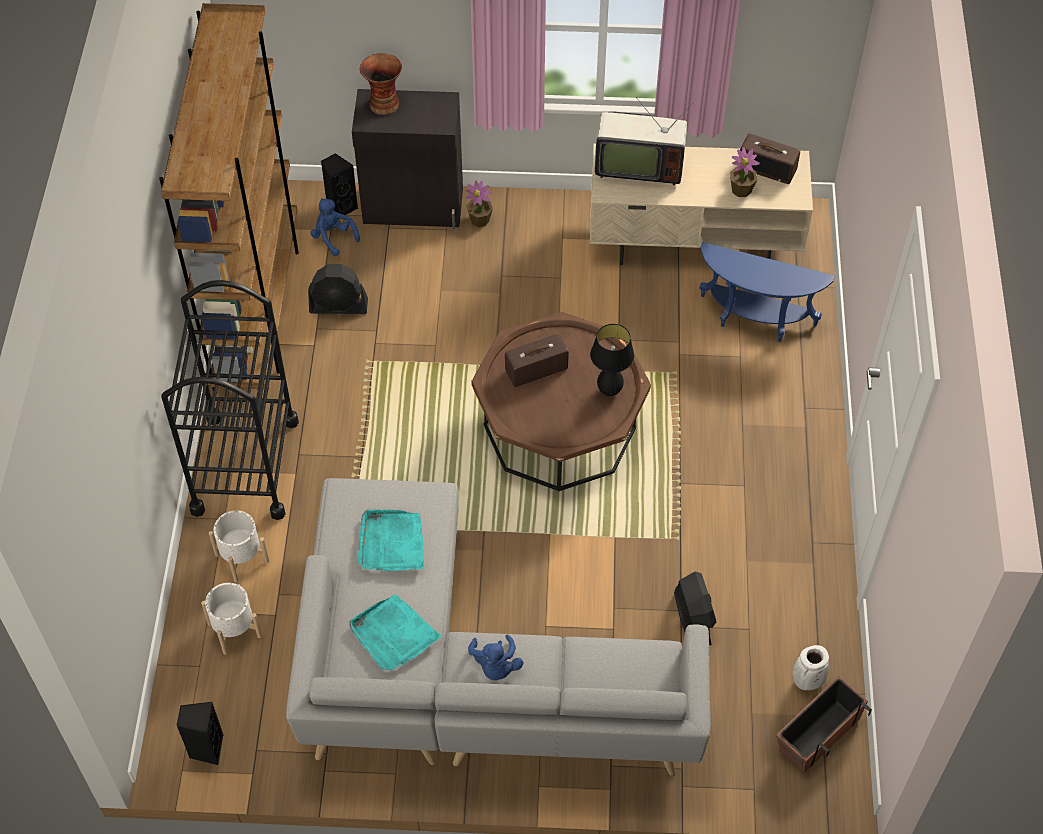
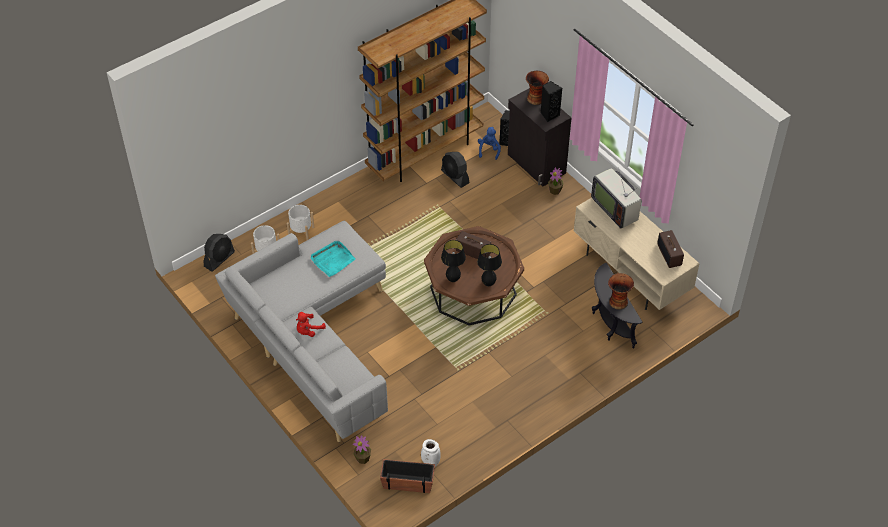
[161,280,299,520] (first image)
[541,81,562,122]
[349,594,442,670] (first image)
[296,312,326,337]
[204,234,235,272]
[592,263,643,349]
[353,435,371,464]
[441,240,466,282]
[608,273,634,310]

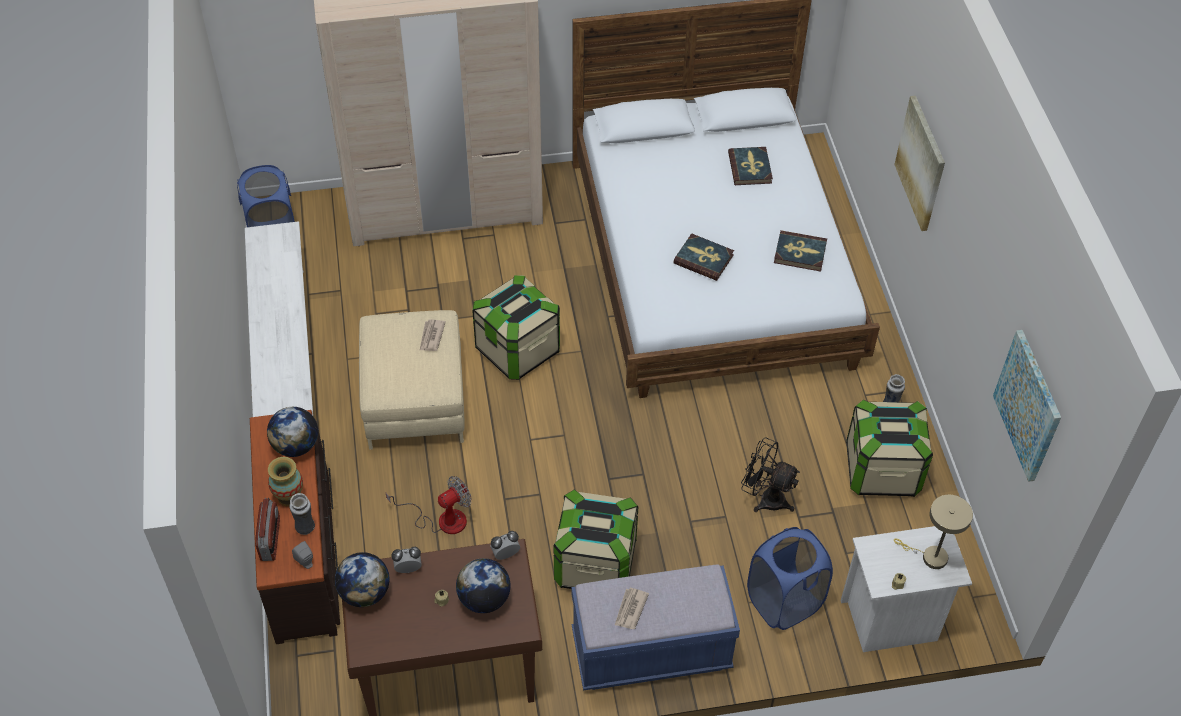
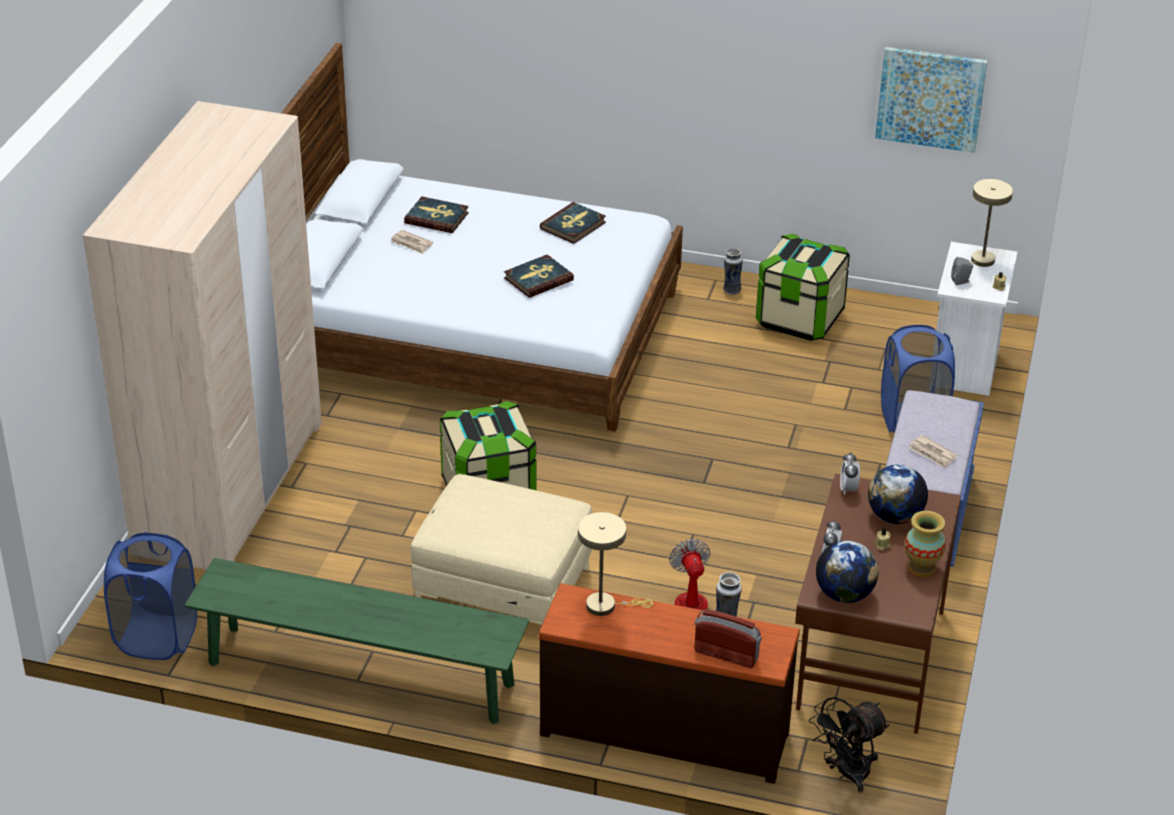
[185,558,529,724]
[578,512,653,616]
[905,511,946,577]
[951,257,973,285]
[390,230,433,254]
[553,489,638,589] (first image)
[809,697,889,793]
[894,96,945,231] (first image)

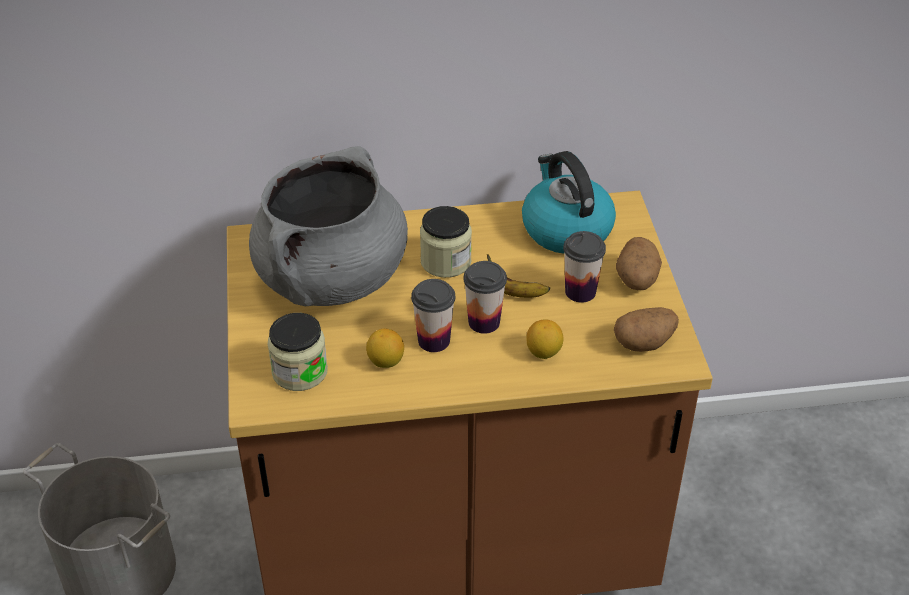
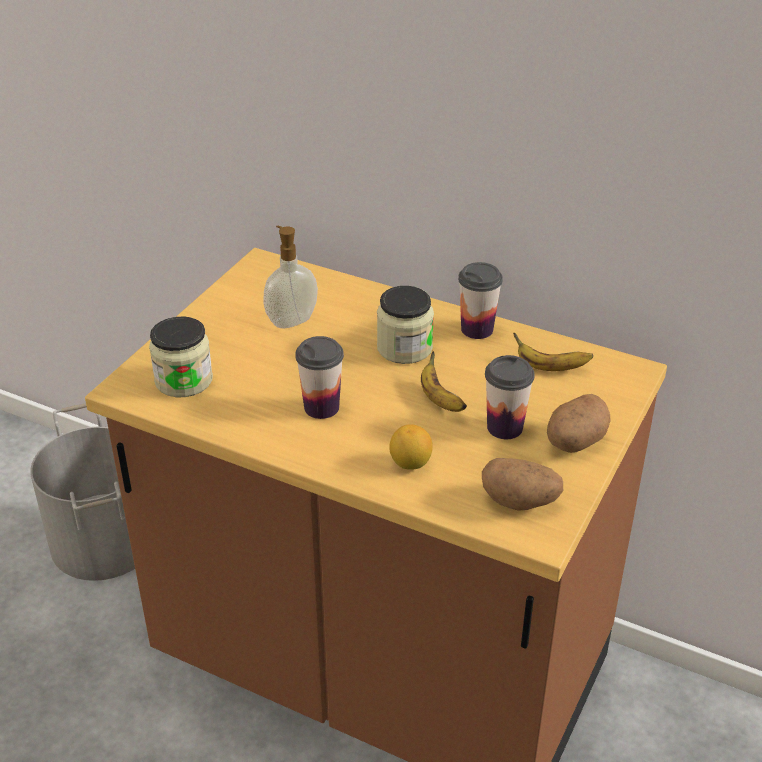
[263,226,318,328]
[366,329,404,368] (first image)
[458,262,503,339]
[513,332,593,371]

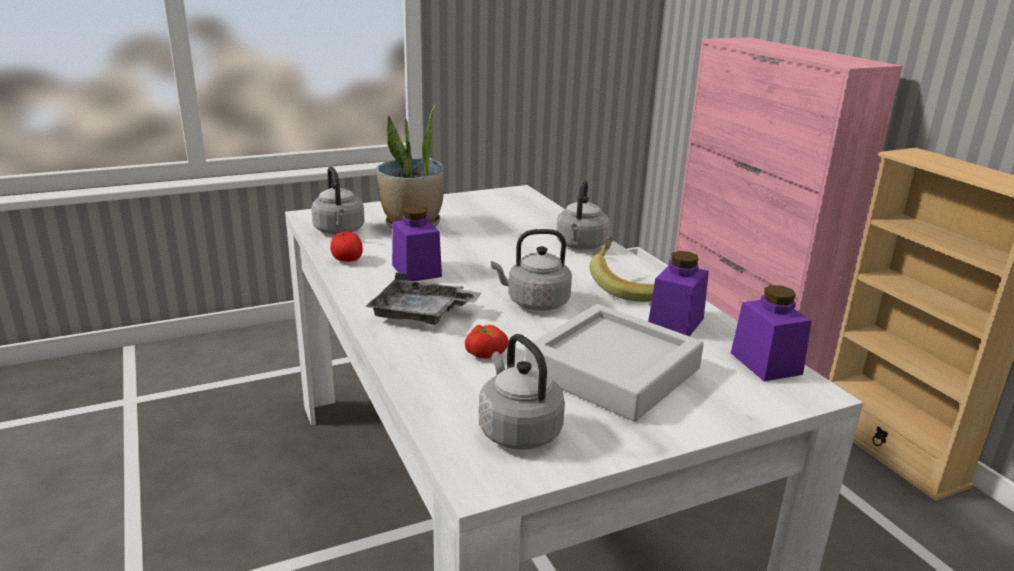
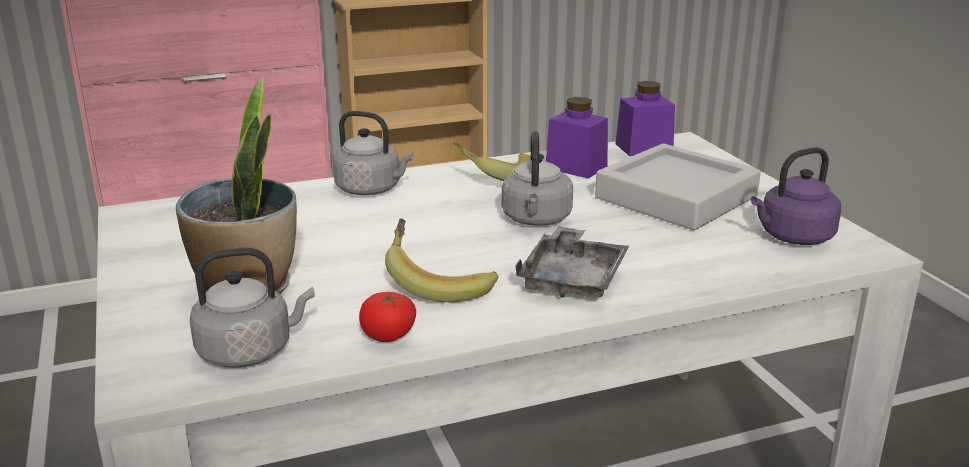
[385,218,498,302]
[465,324,509,359] (first image)
[750,147,841,245]

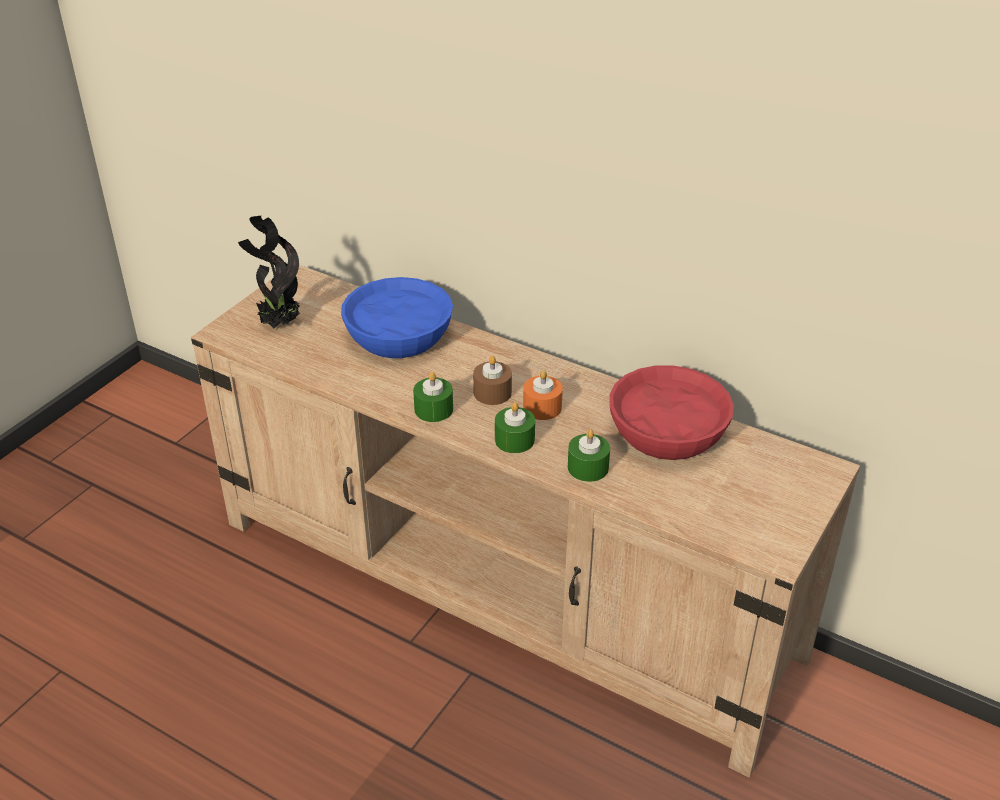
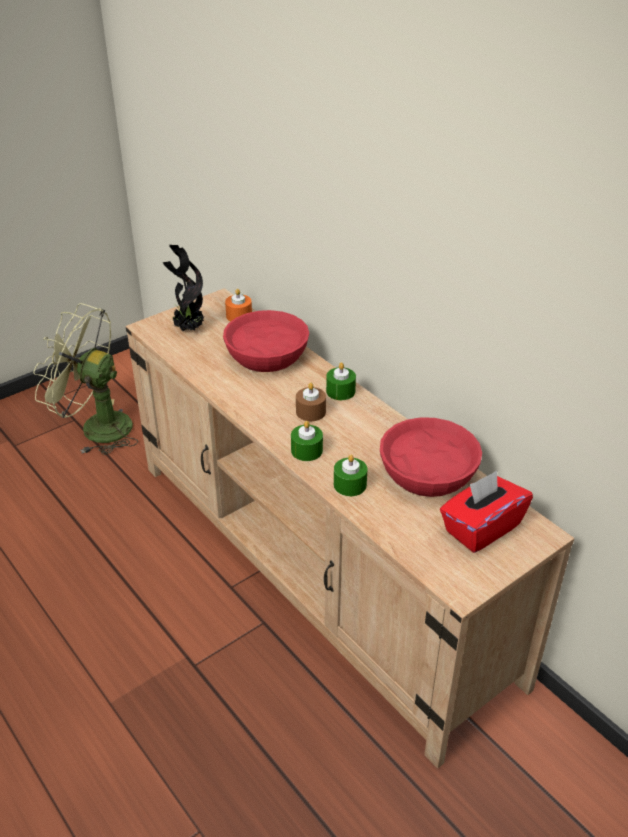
[223,310,309,372]
[326,362,356,400]
[225,289,252,321]
[33,303,138,455]
[440,471,533,553]

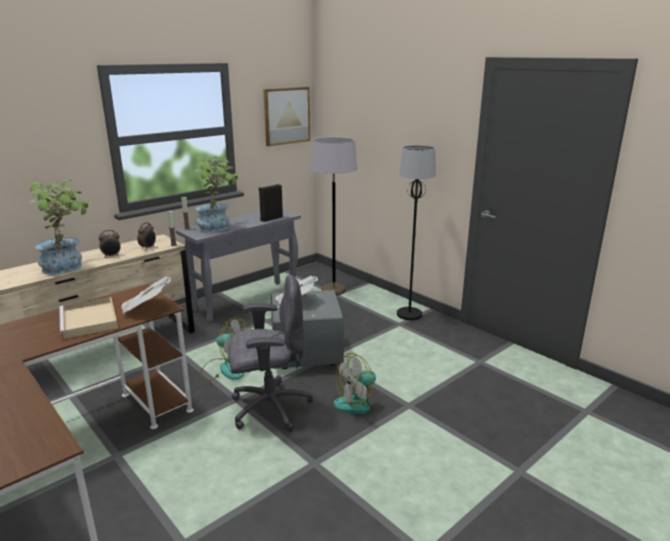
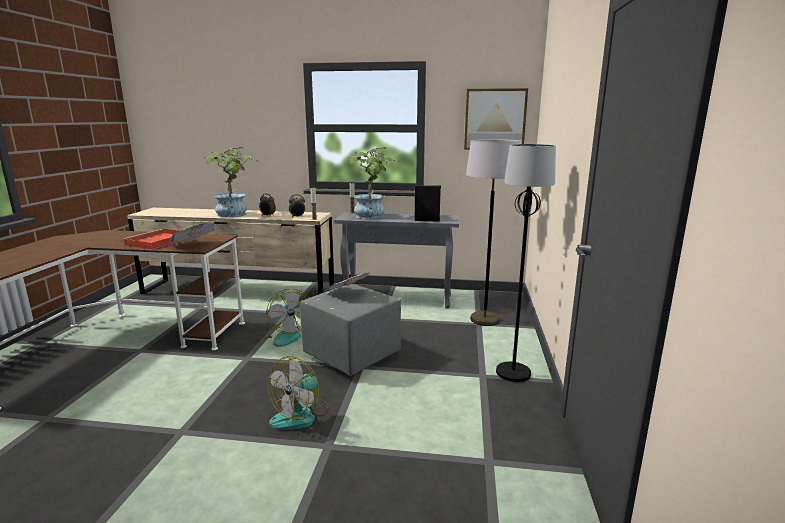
[123,229,179,249]
[229,275,313,432] (first image)
[268,356,329,430]

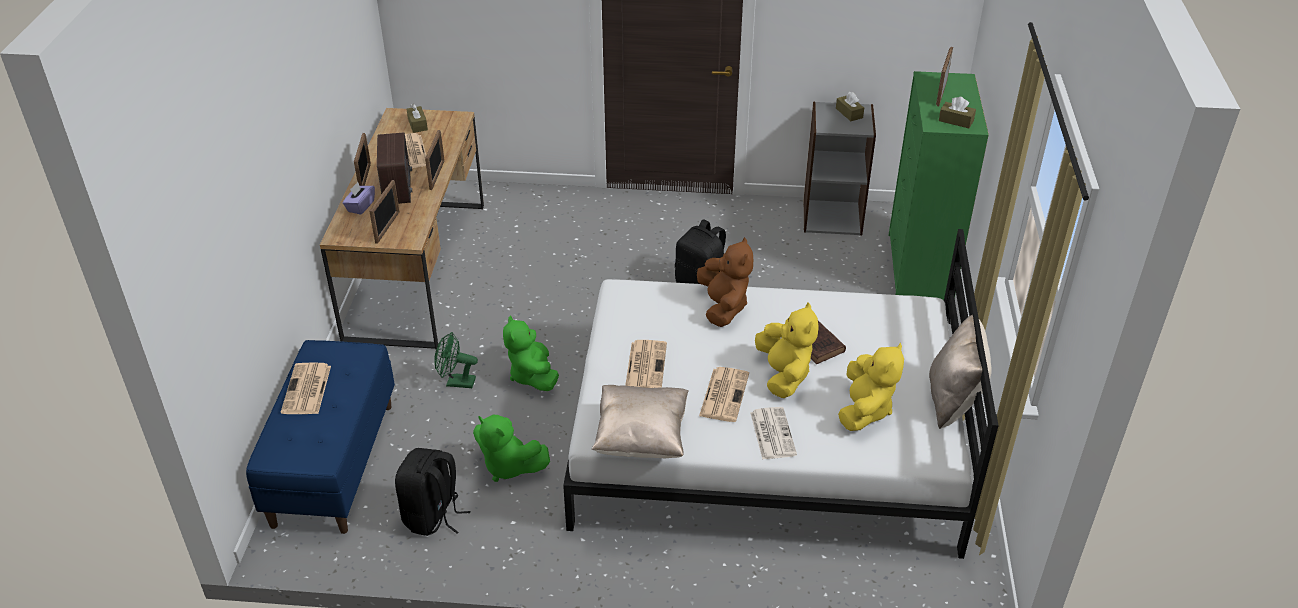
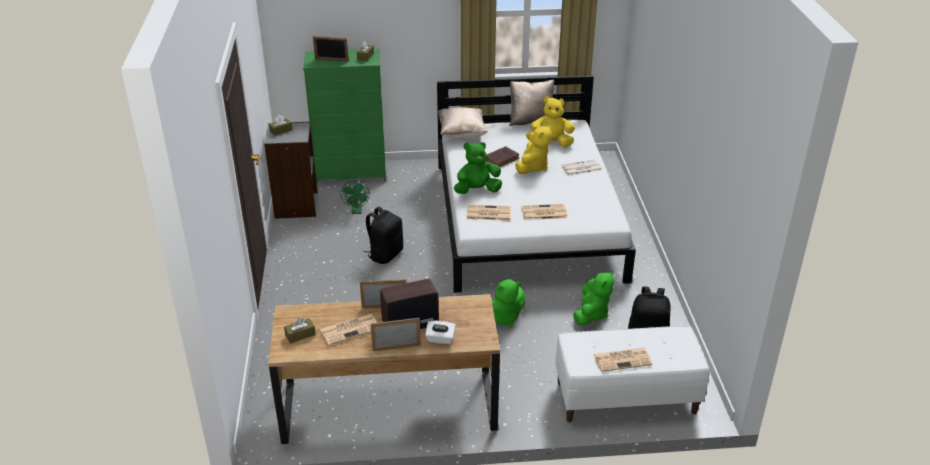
[555,326,709,422]
[425,321,456,344]
[369,180,400,244] (first image)
[340,181,370,214]
[438,107,488,139]
[454,142,502,194]
[466,205,511,221]
[515,125,552,174]

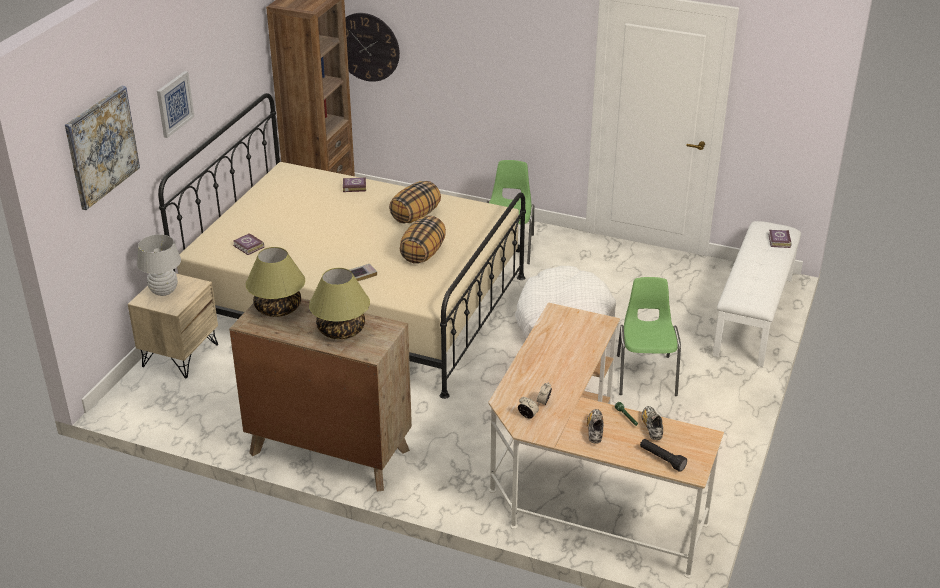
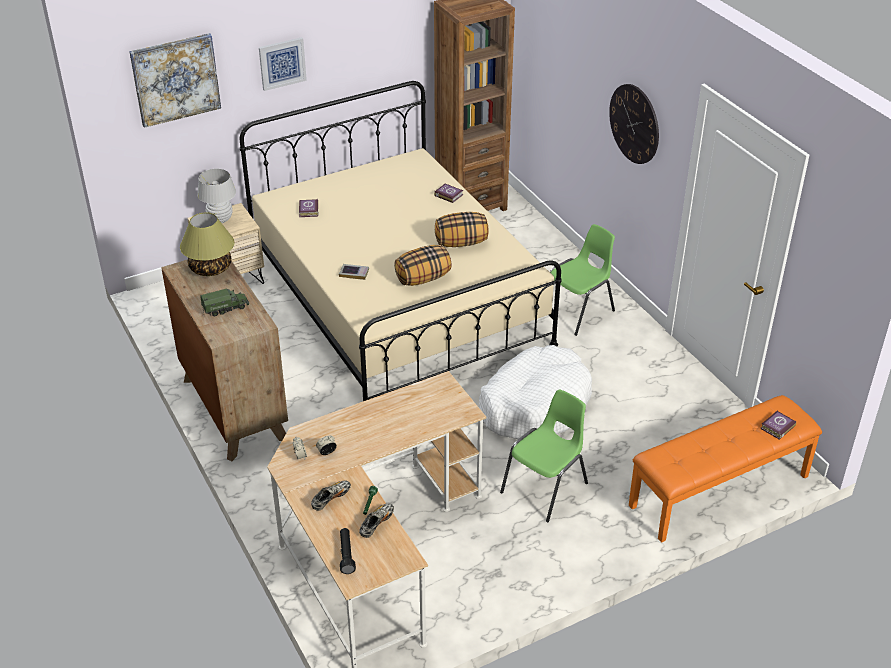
[200,288,249,316]
[609,84,659,164]
[629,395,822,543]

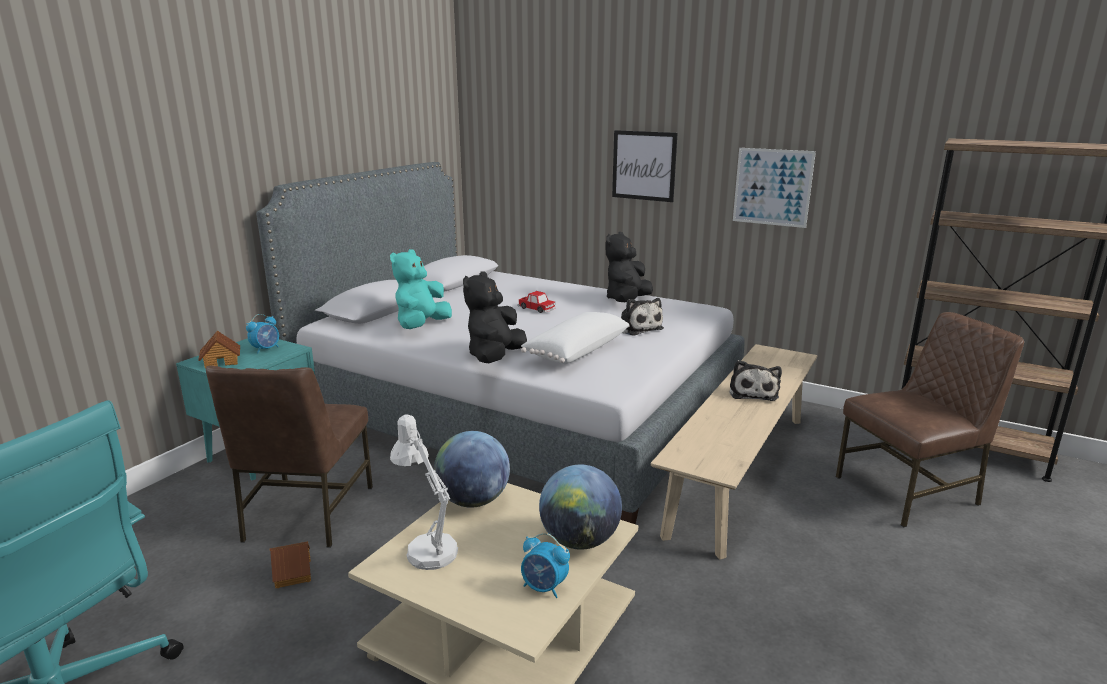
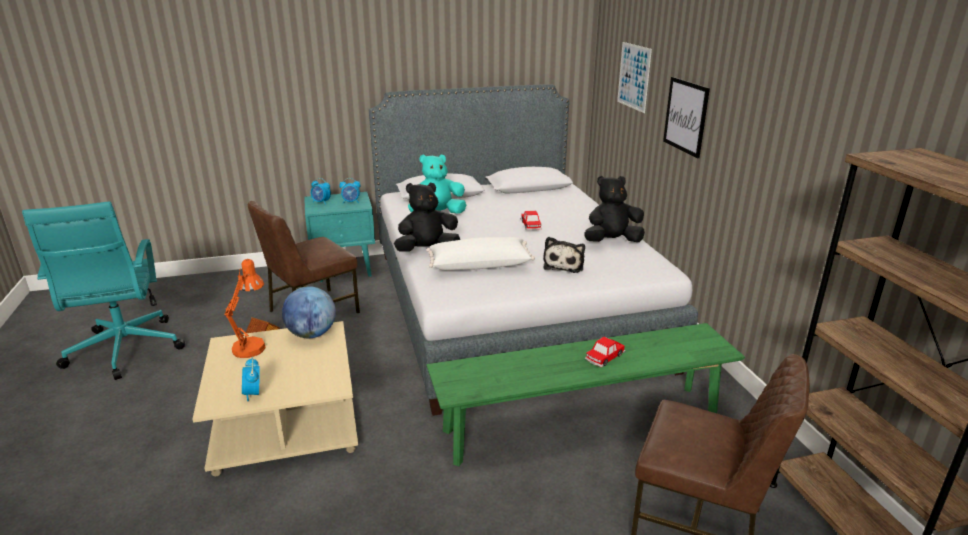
[311,178,331,205]
[225,259,266,358]
[539,465,622,550] (first image)
[426,323,745,466]
[585,337,625,367]
[617,42,652,113]

